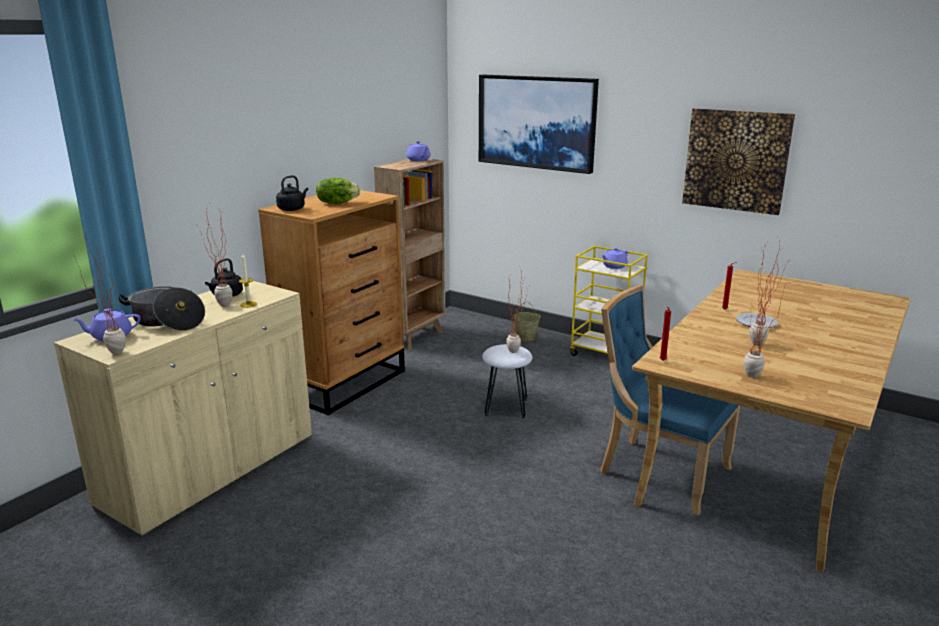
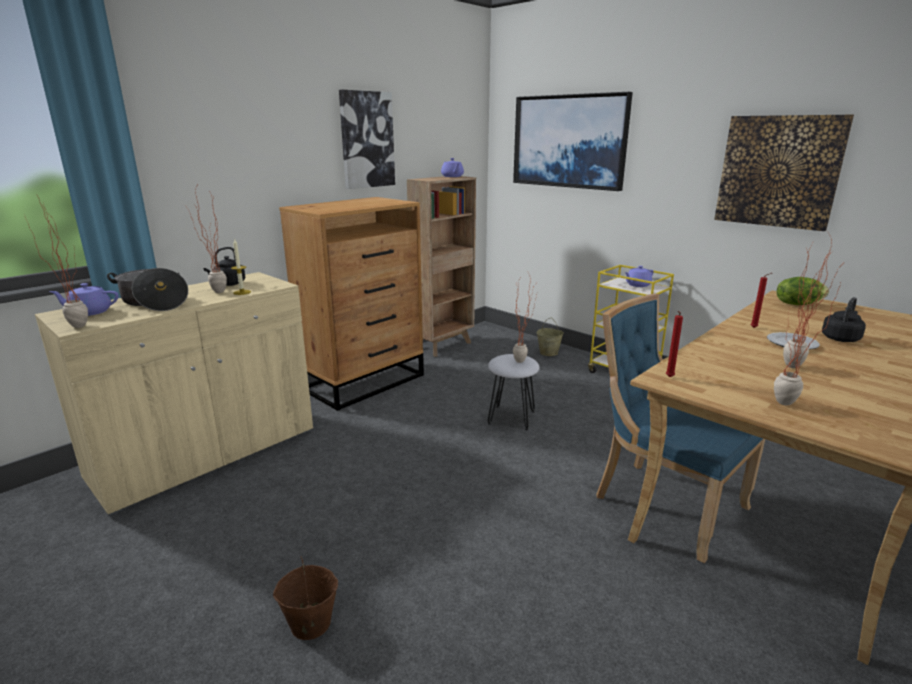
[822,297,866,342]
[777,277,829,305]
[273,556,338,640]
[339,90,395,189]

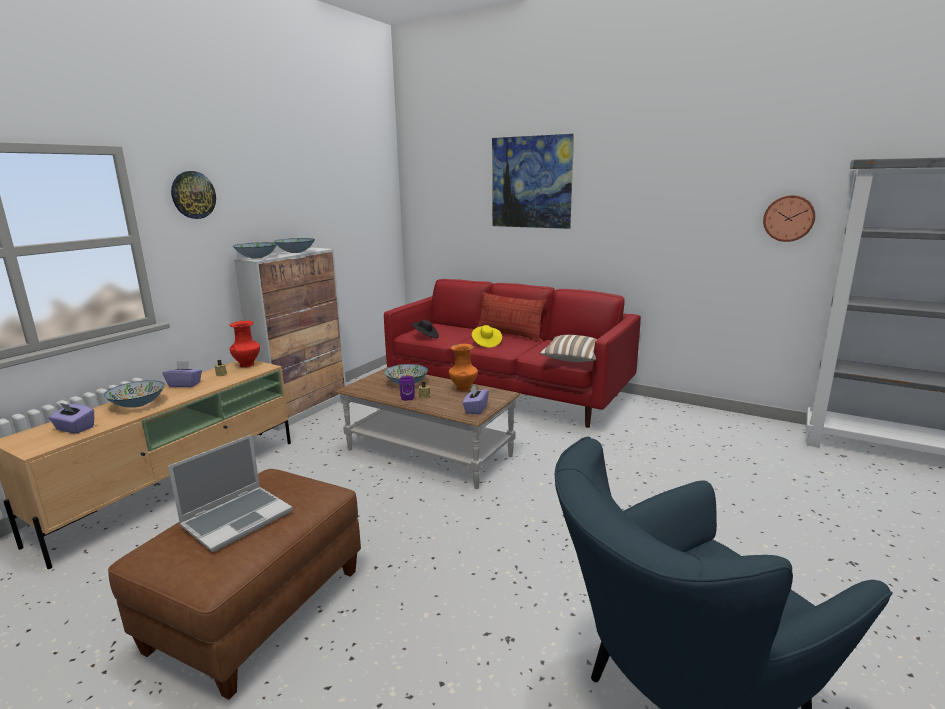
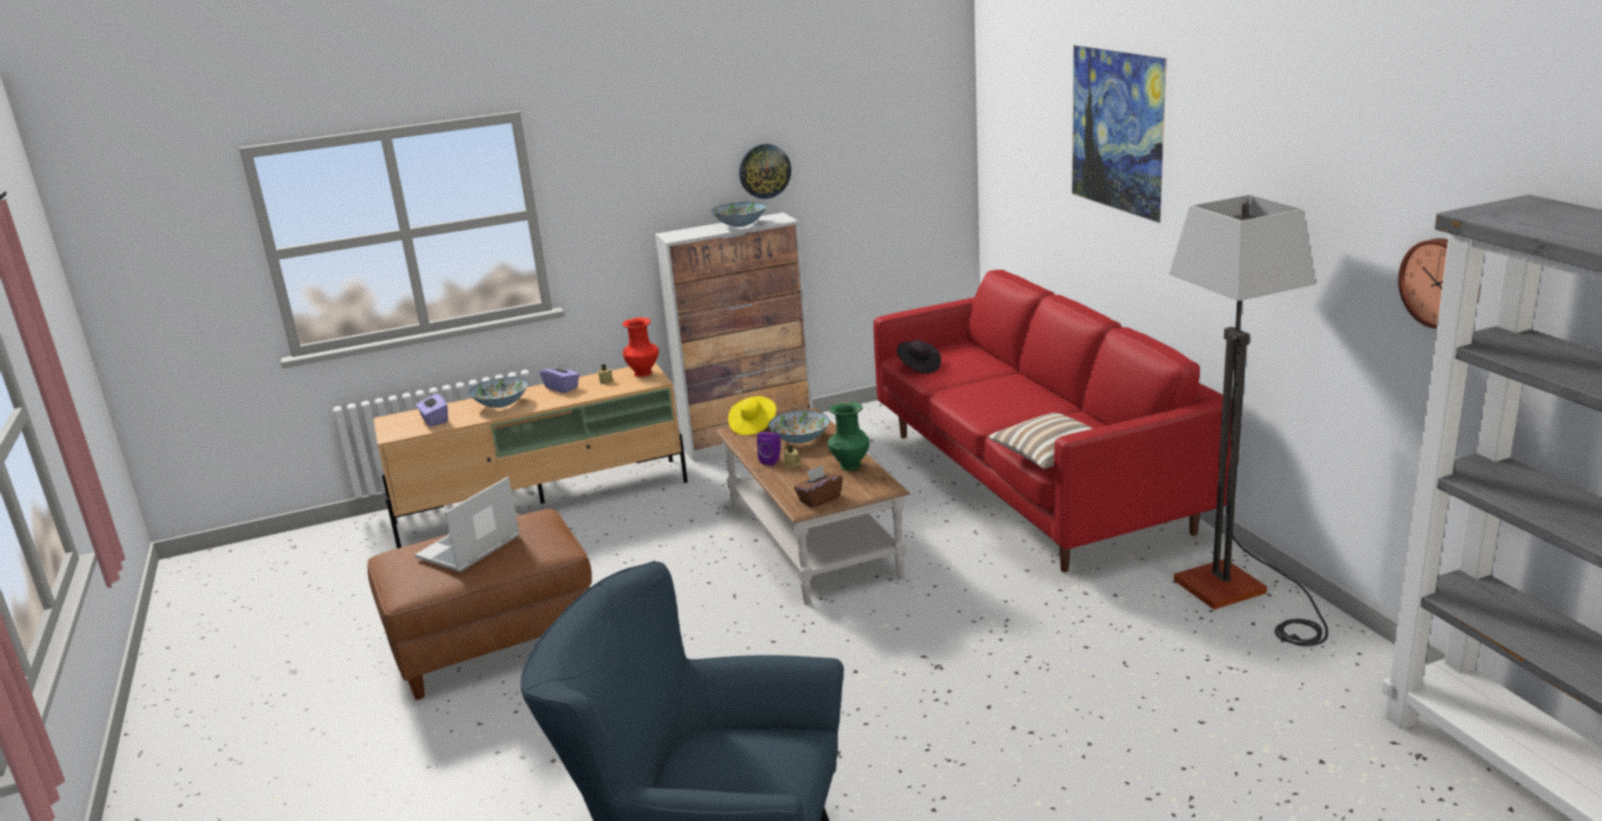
[415,477,520,572]
[739,144,791,199]
[233,242,277,259] (first image)
[828,402,869,471]
[794,465,843,508]
[728,396,776,435]
[477,292,547,342] (first image)
[1169,195,1328,646]

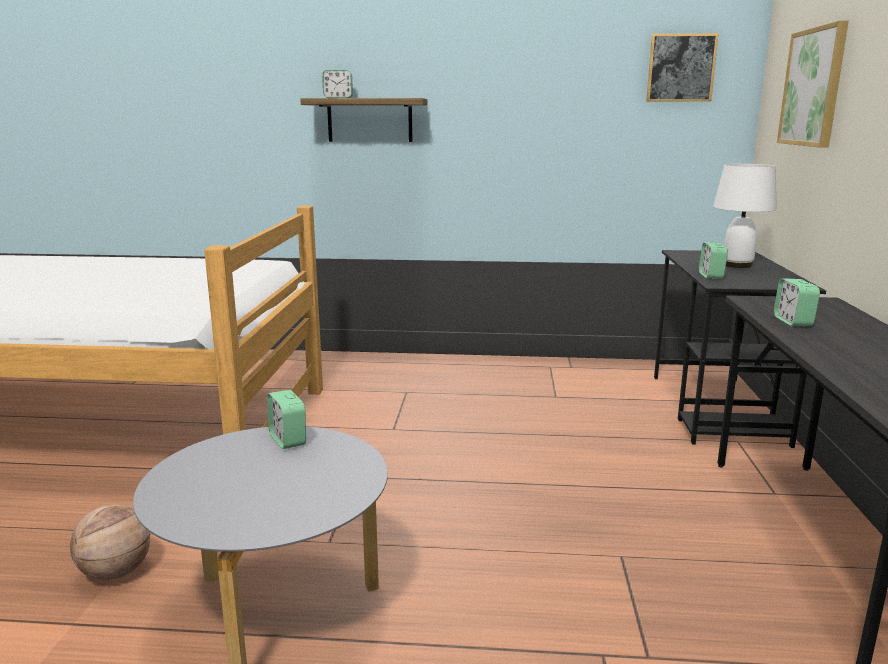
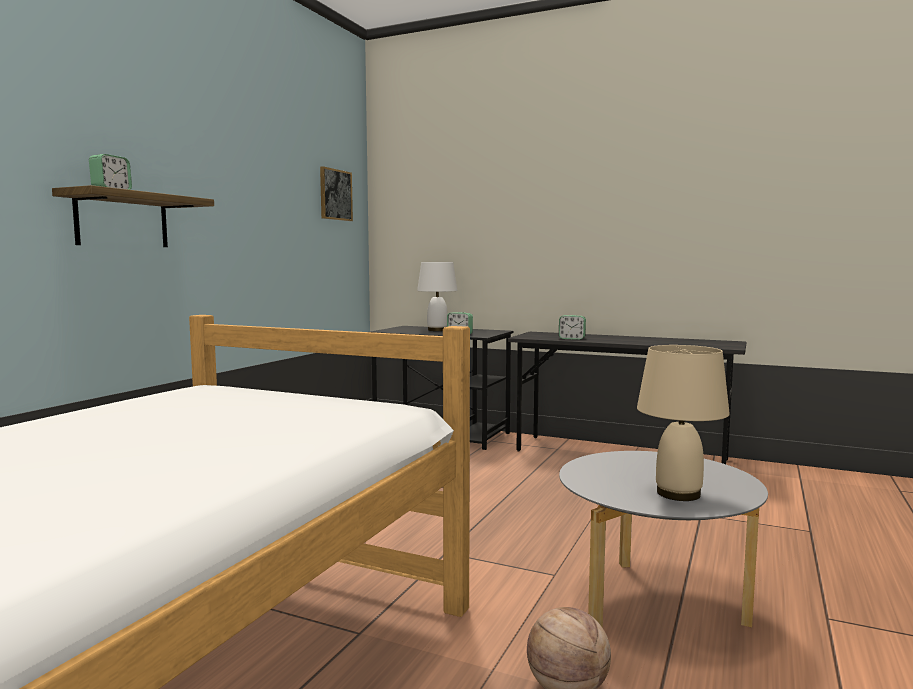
[267,390,306,449] (first image)
[777,21,849,148] (first image)
[637,345,730,501]

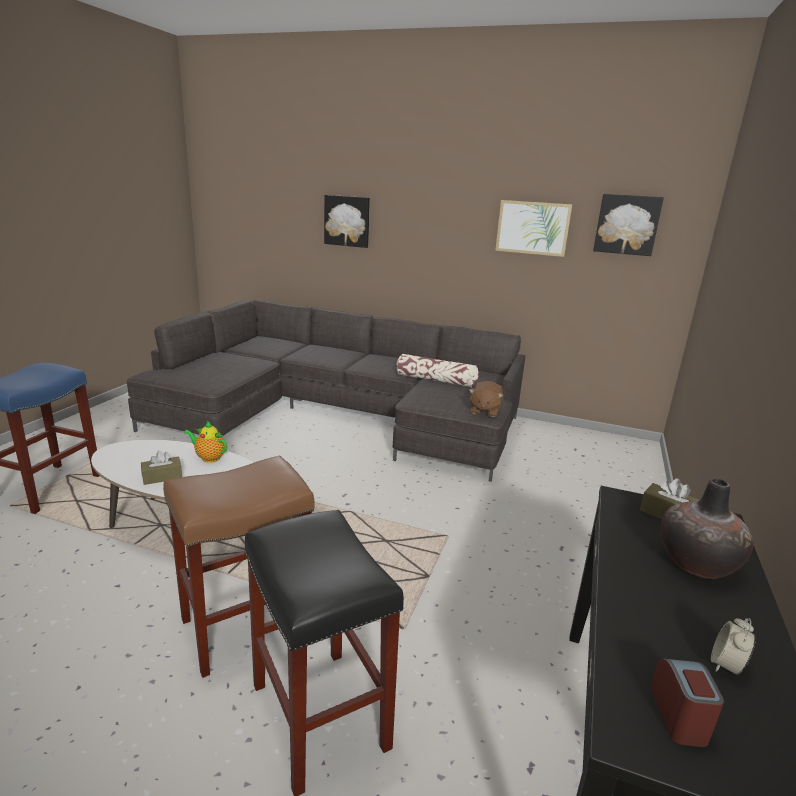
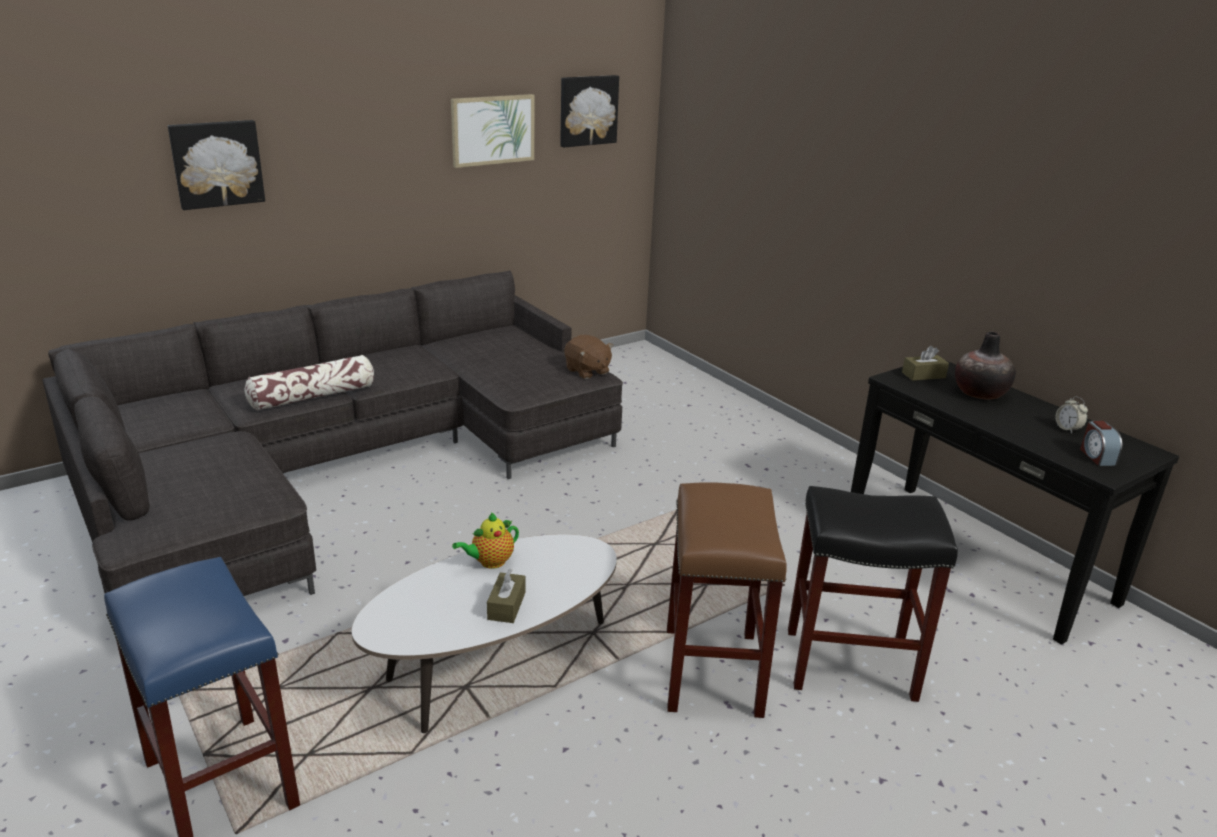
[245,355,374,411]
[1080,421,1122,466]

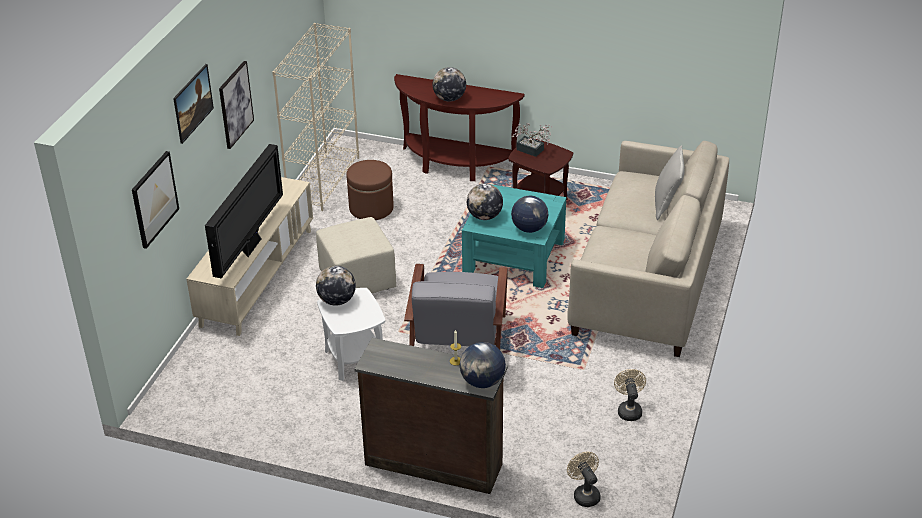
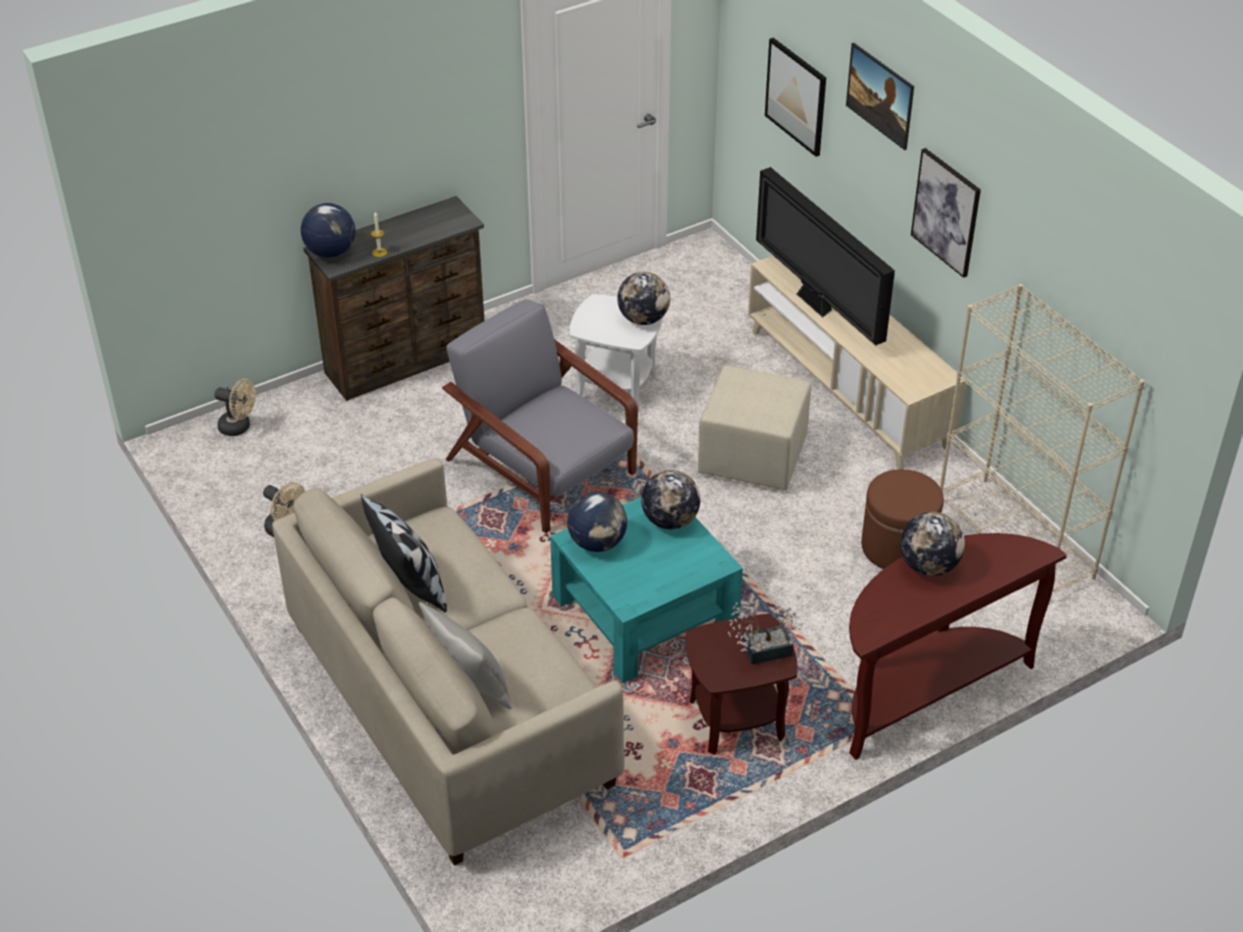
[361,494,447,612]

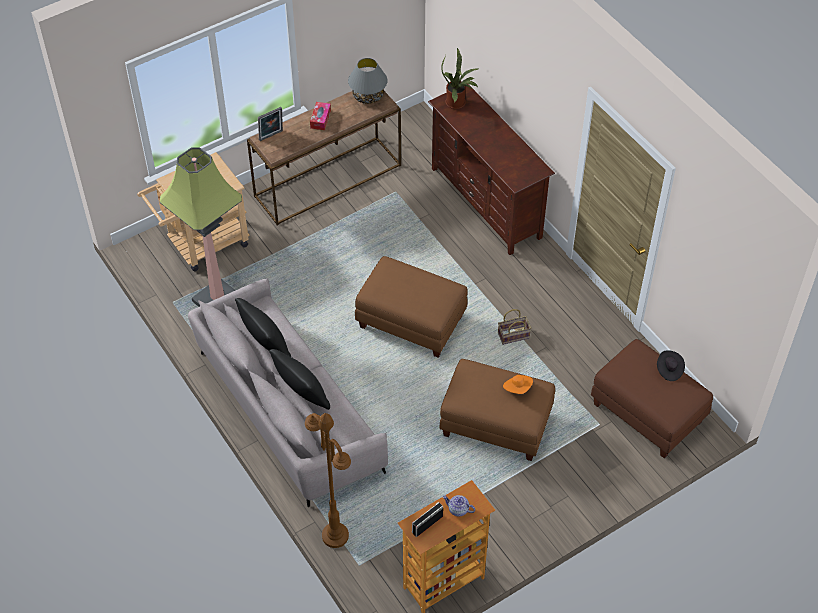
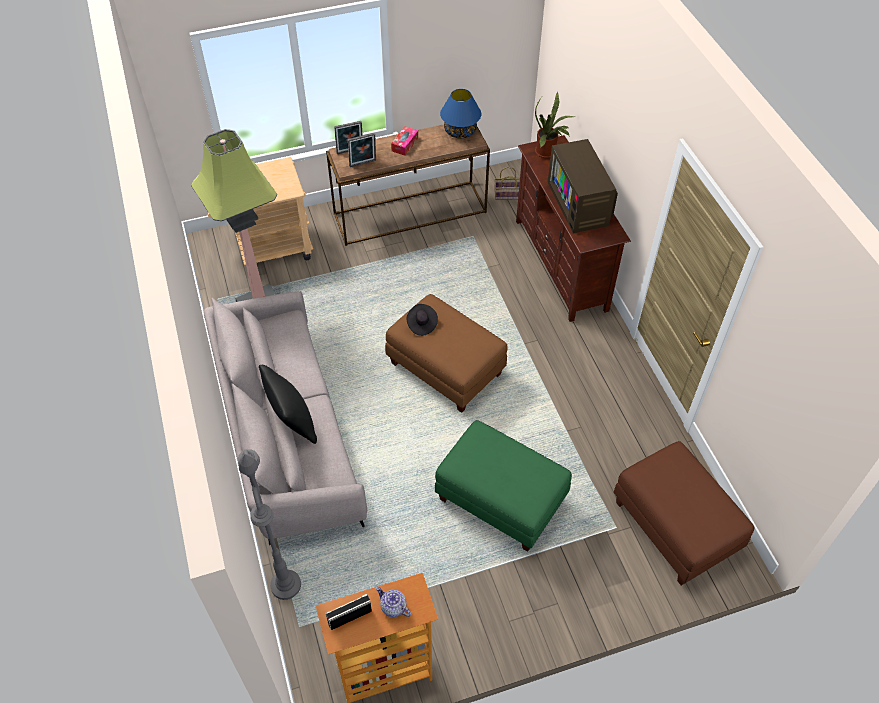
[235,298,291,357] (first image)
[238,449,301,600]
[440,89,481,138]
[435,420,572,552]
[494,167,520,200]
[503,375,533,394] (first image)
[407,304,438,336]
[348,133,376,167]
[547,139,618,233]

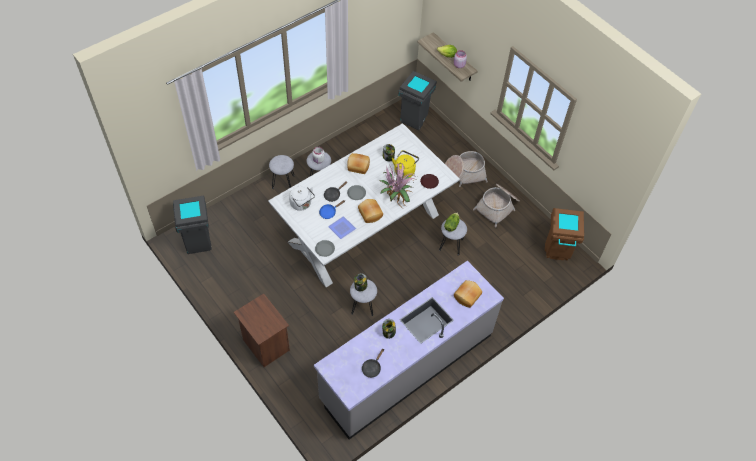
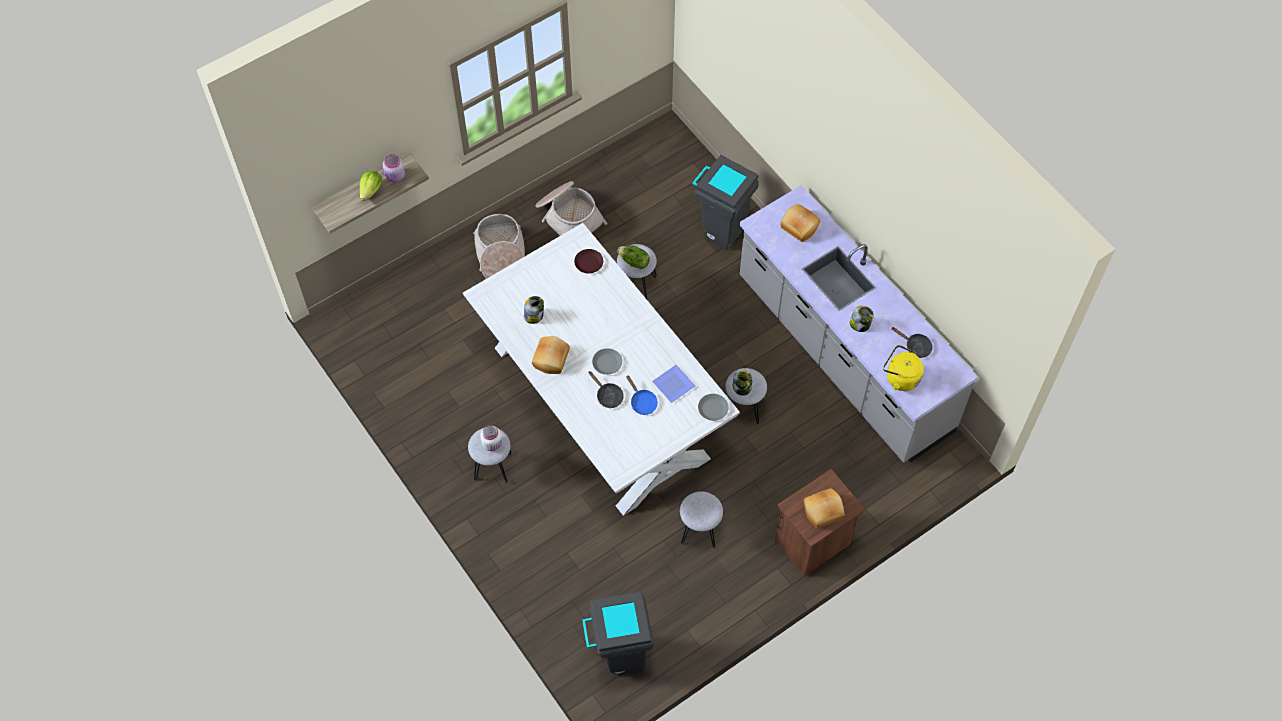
[680,491,723,549]
[289,186,315,211] (first image)
[804,488,845,528]
[380,163,418,206] (first image)
[883,345,924,391]
[692,155,759,250]
[545,208,584,260] (first image)

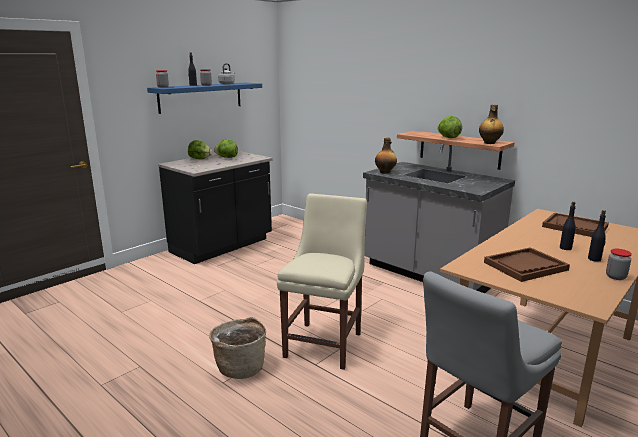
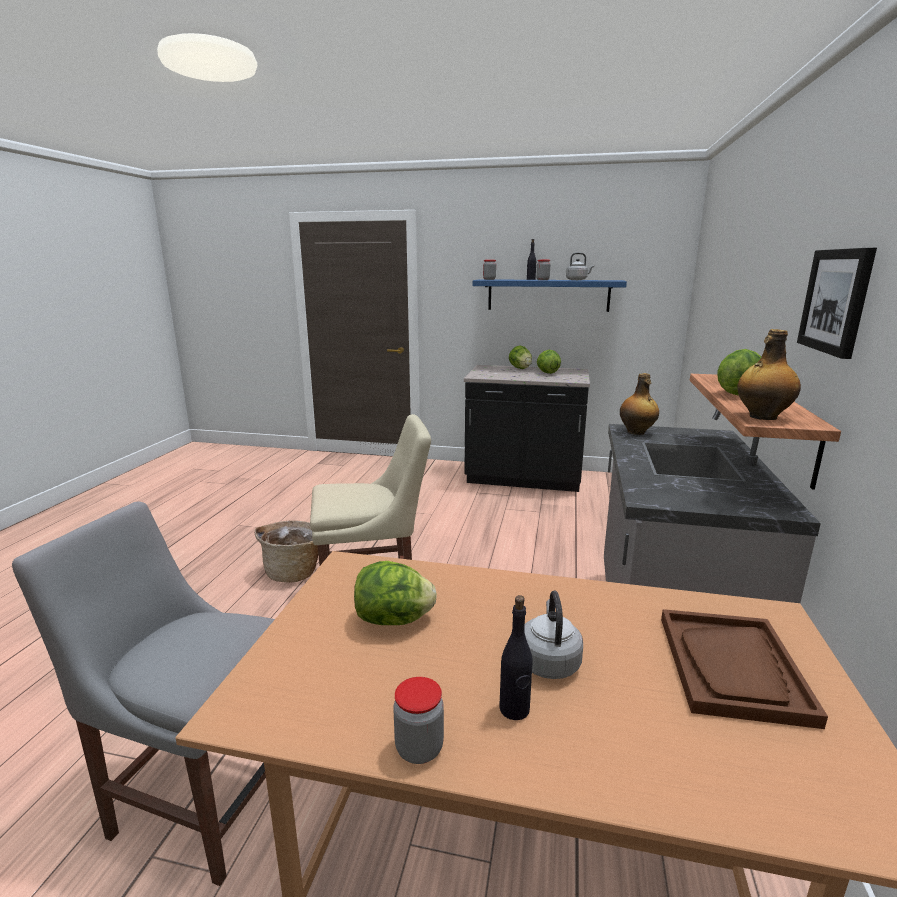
[354,561,437,625]
[524,591,583,679]
[797,248,877,359]

